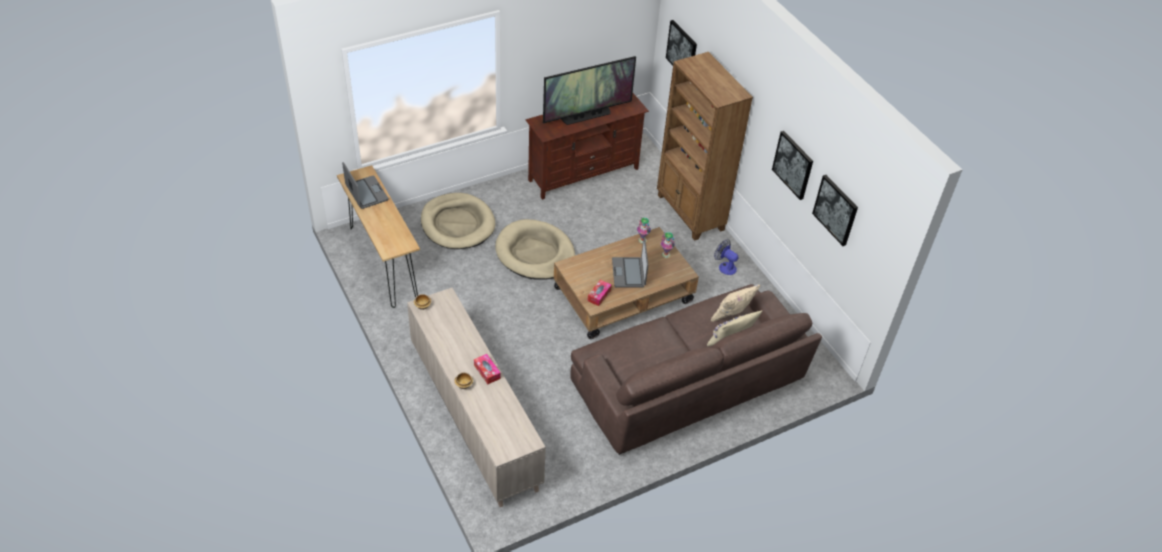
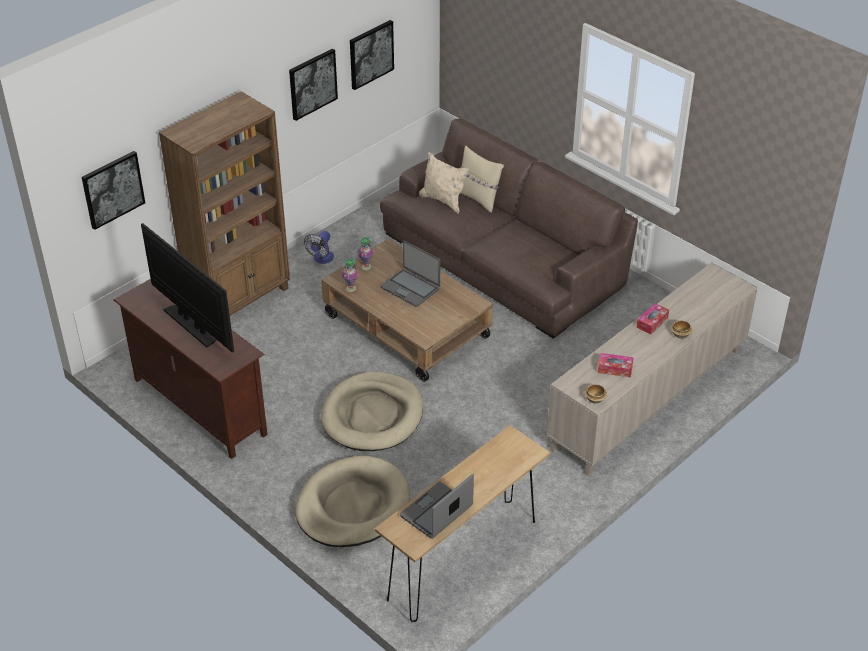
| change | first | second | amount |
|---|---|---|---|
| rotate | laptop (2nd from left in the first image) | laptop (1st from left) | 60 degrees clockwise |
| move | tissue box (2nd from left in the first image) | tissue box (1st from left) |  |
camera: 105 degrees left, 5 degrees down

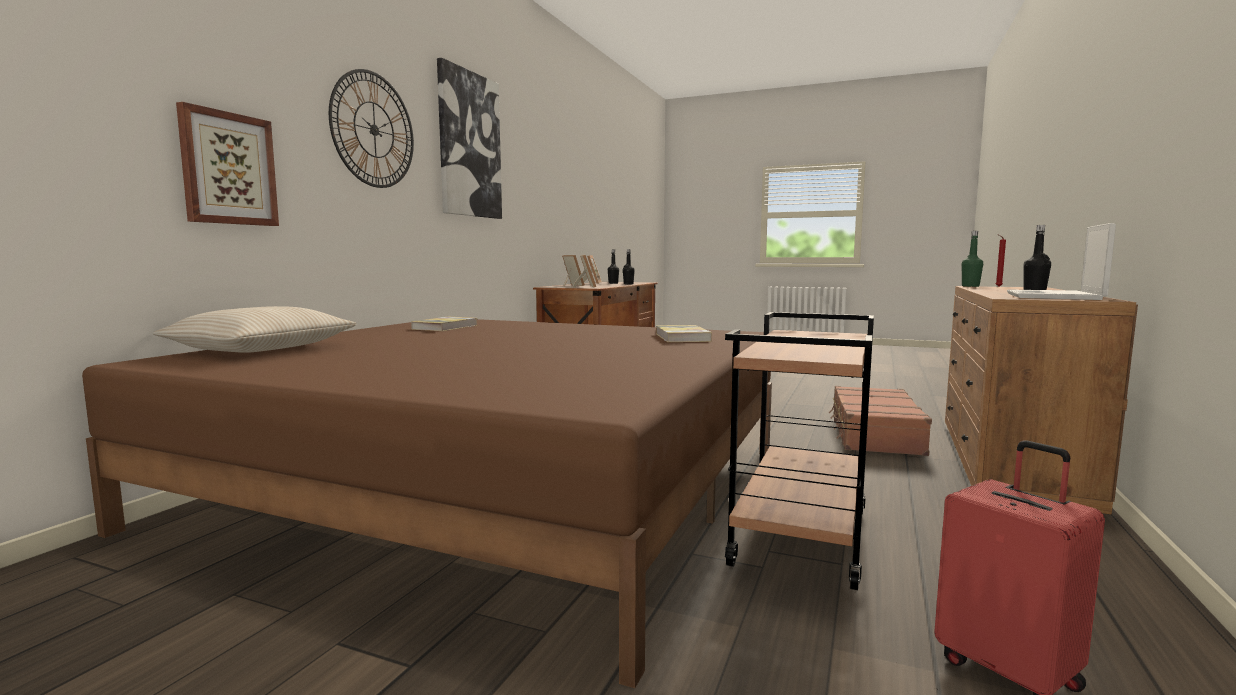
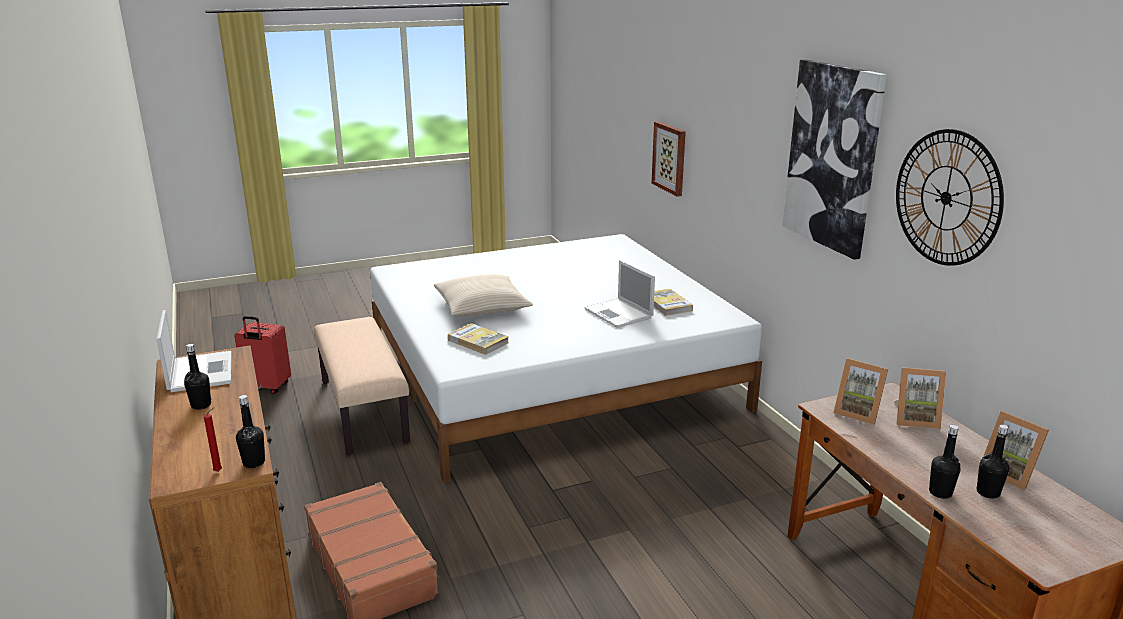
| change | first | second | amount |
|---|---|---|---|
| move | wall clock |  |  |
| recolor | green bottle | black bottle (2nd from left) |  |
| move | beige pillow |  |  |
| replace | brown cart | beige bench |  |
| recolor | brown bed | white bed |  |
| insert |  | laptop (2nd from left) |  |
camera: 135 degrees right, 15 degrees up

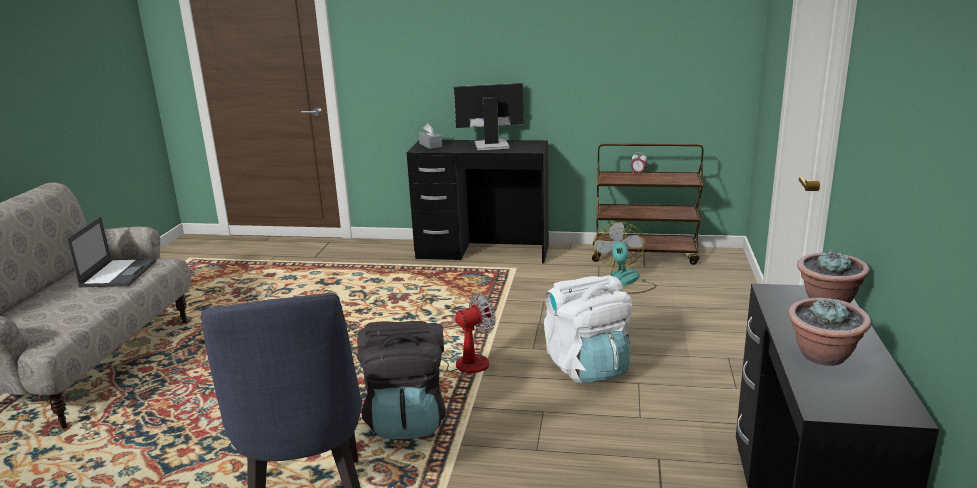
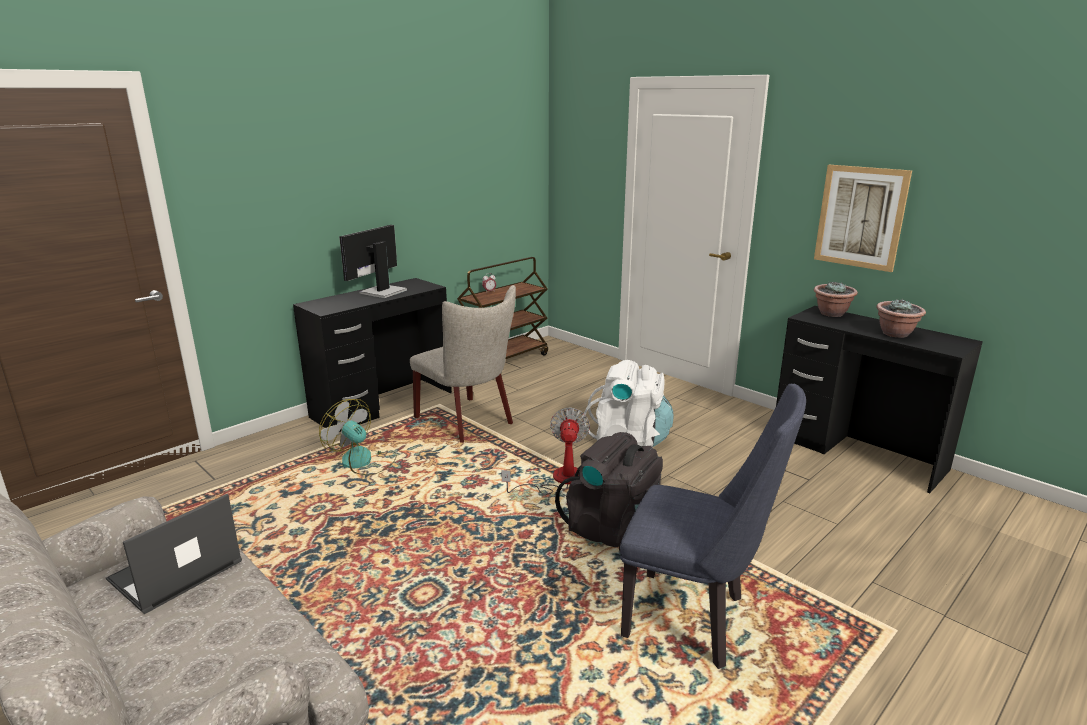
| change | first | second | amount |
|---|---|---|---|
| delete | grey tissue box |  |  |
| rotate | laptop |  | 90 degrees counterclockwise |
| move | fan (2nd from left in the first image) | fan (1st from left) |  |
| insert |  | picture |  |
| insert |  | beige chair |  |
camera: 55 degrees left, 0 degrees up

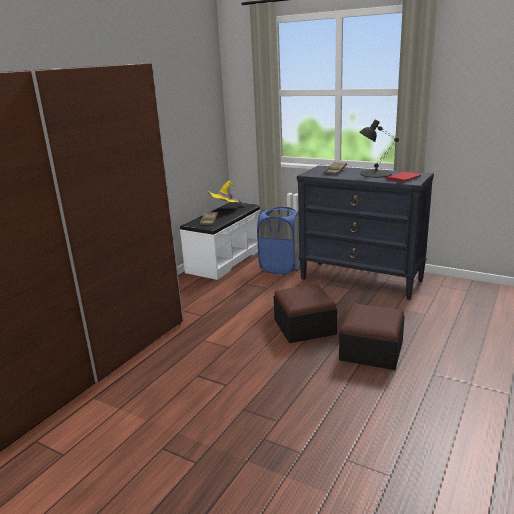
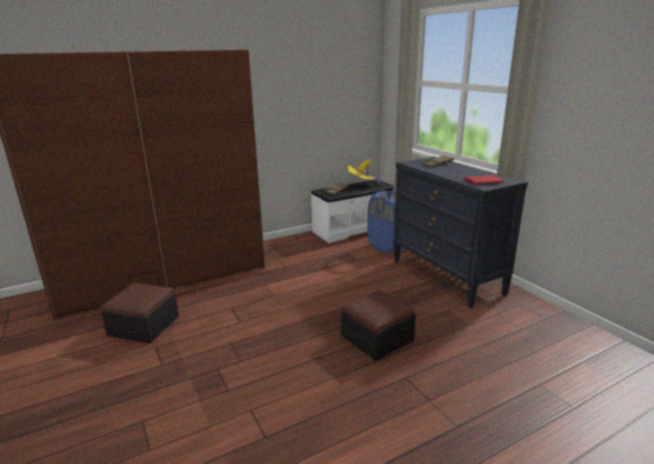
| change | first | second | amount |
|---|---|---|---|
| delete | black table lamp |  |  |
| move | ottoman (1st from left) |  |  |
camera: 30 degrees right, 0 degrees up

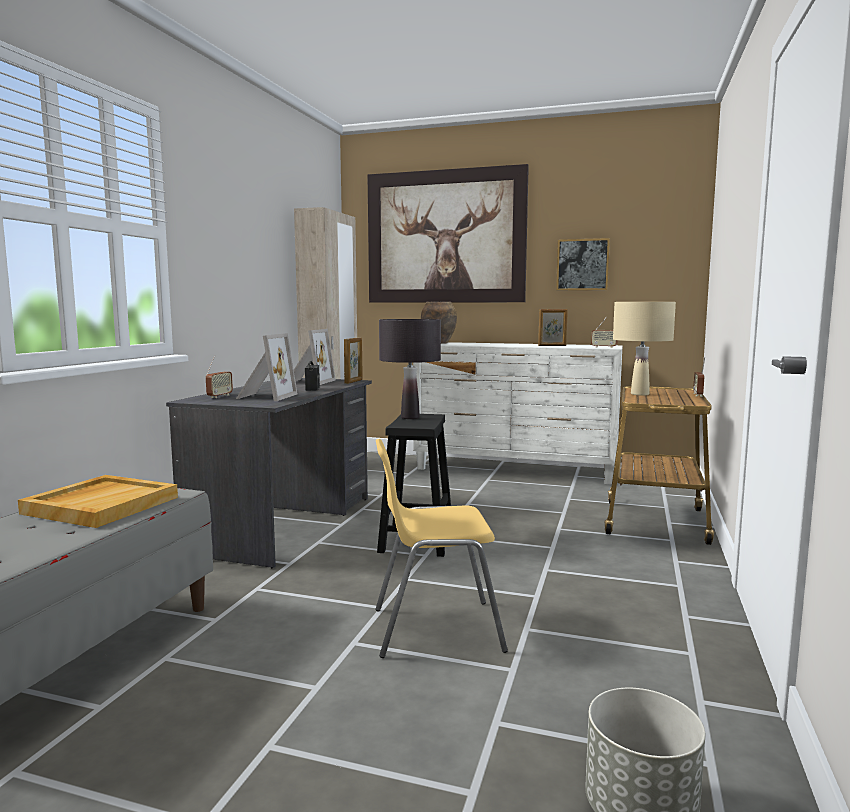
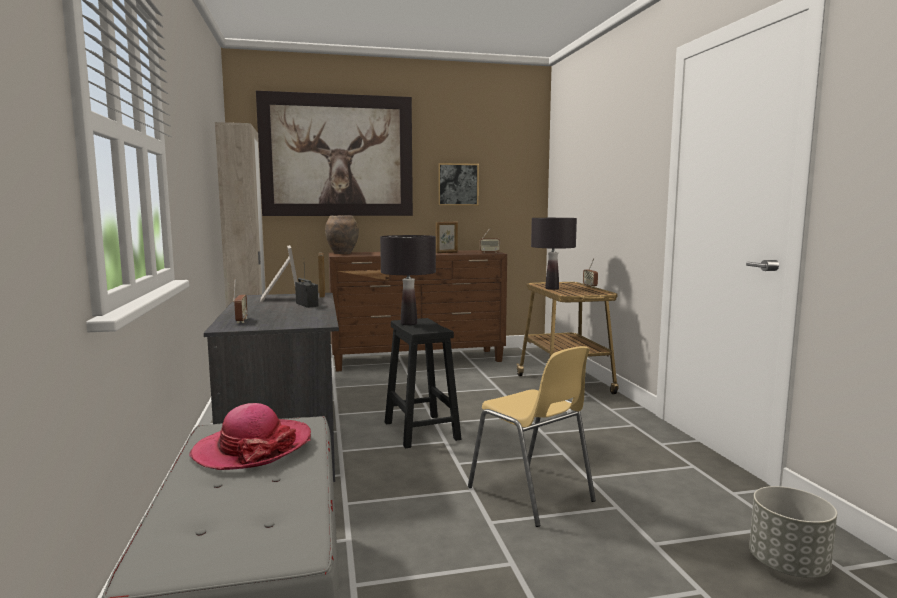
| change | first | second | amount |
|---|---|---|---|
| recolor | beige table lamp | black table lamp (2nd from left) |  |
| delete | picture frame (1st from left) |  |  |
| recolor | white dresser | brown dresser |  |
| rotate | yellow chair |  | 90 degrees counterclockwise |
| replace | beige tray | hat |  |
camera: 30 degrees left, 0 degrees up

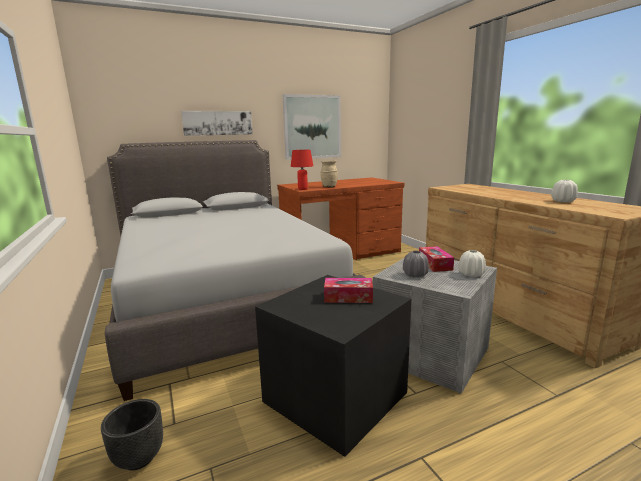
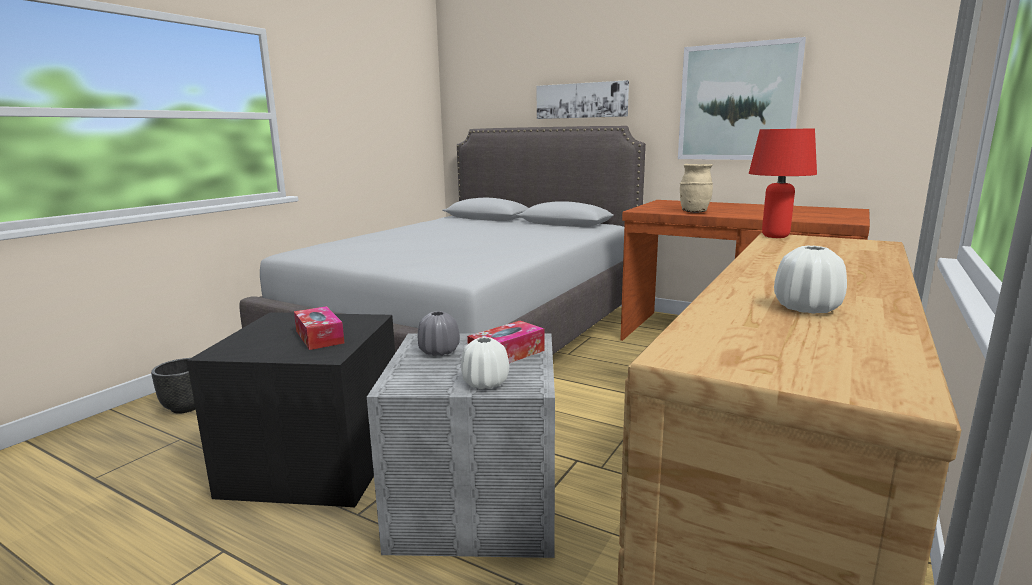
| change | first | second | amount |
|---|---|---|---|
| move | red table lamp |  |  |
camera: 55 degrees right, 0 degrees up

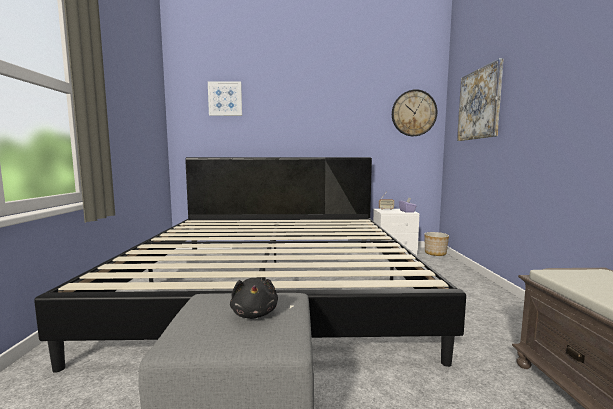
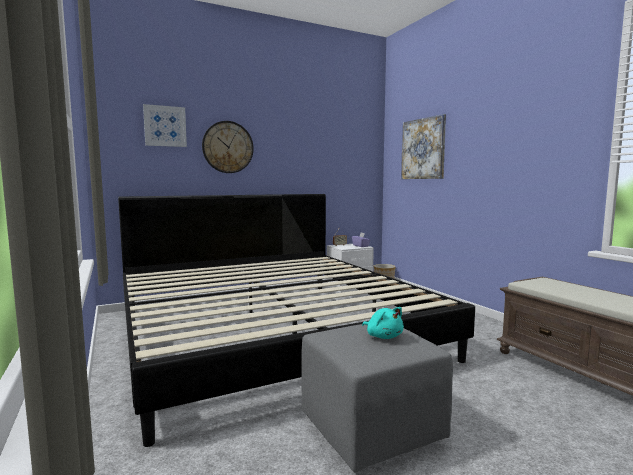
| change | first | second | amount |
|---|---|---|---|
| move | wall clock |  |  |
| recolor | black plush toy | turquoise plush toy |  |
camera: 25 degrees left, 0 degrees up

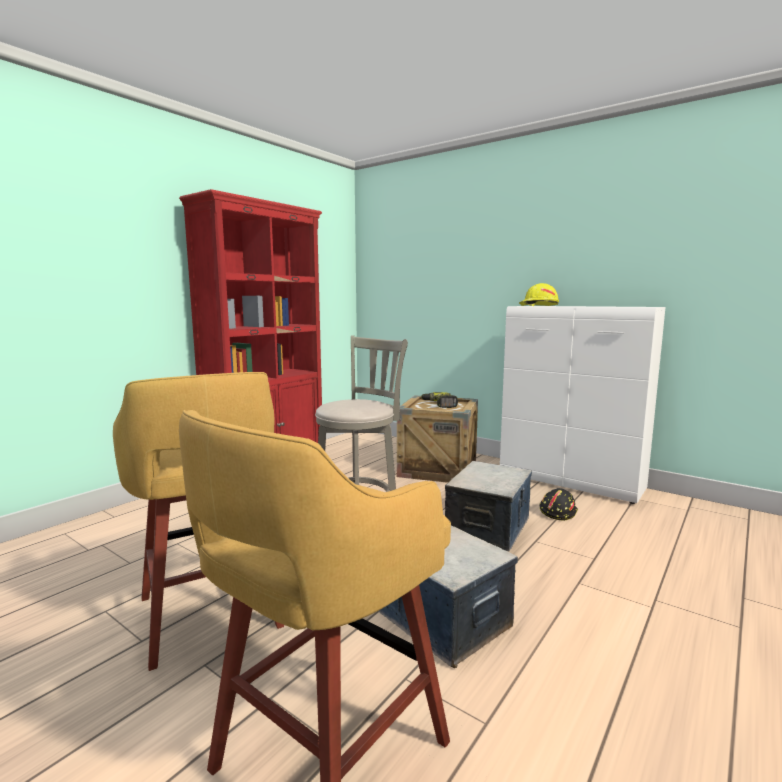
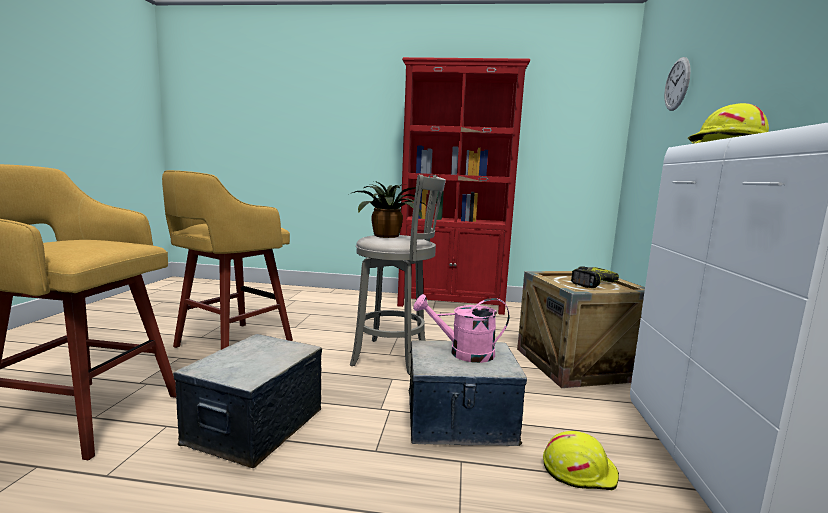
| change | first | second | amount |
|---|---|---|---|
| recolor | black hard hat | yellow hard hat (1st from left) |  |
| insert |  | wall clock |  |
| insert |  | potted plant |  |
| insert |  | pink watering can |  |
camera: 60 degrees right, 0 degrees up

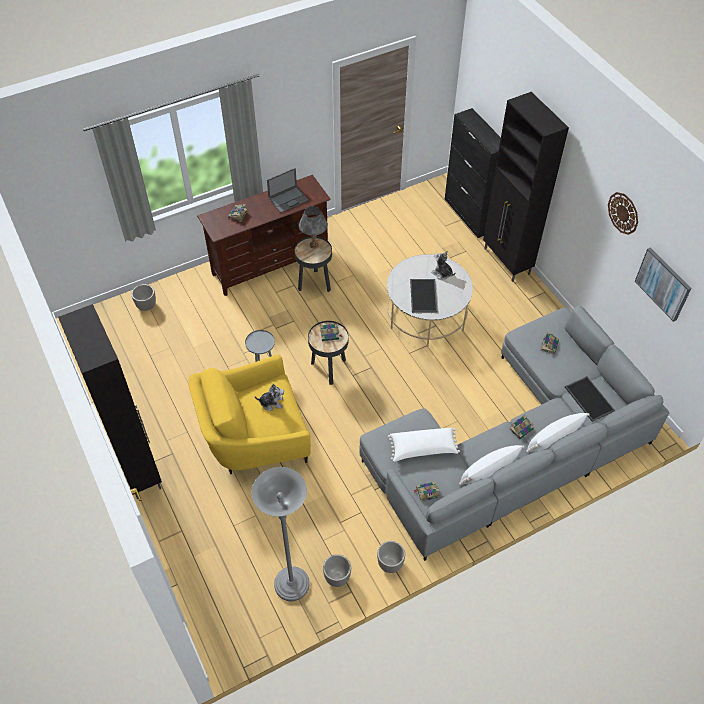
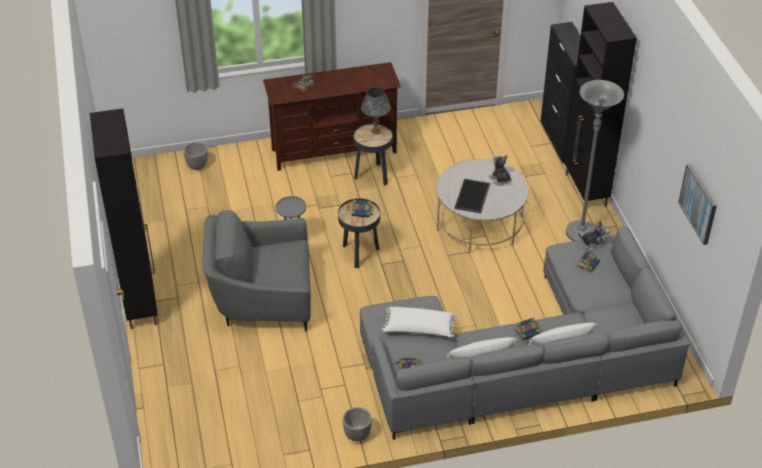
| change | first | second | amount |
|---|---|---|---|
| delete | laptop |  |  |
| delete | wall clock |  |  |
| recolor | yellow armchair | grey armchair |  |
| delete | tray (2nd from left) |  |  |
| move | plush toy (1st from left in the first image) | plush toy (2nd from left) |  |
| move | grey floor lamp |  |  |
| delete | planter (2nd from left) |  |  |
camera: 15 degrees right, 10 degrees down

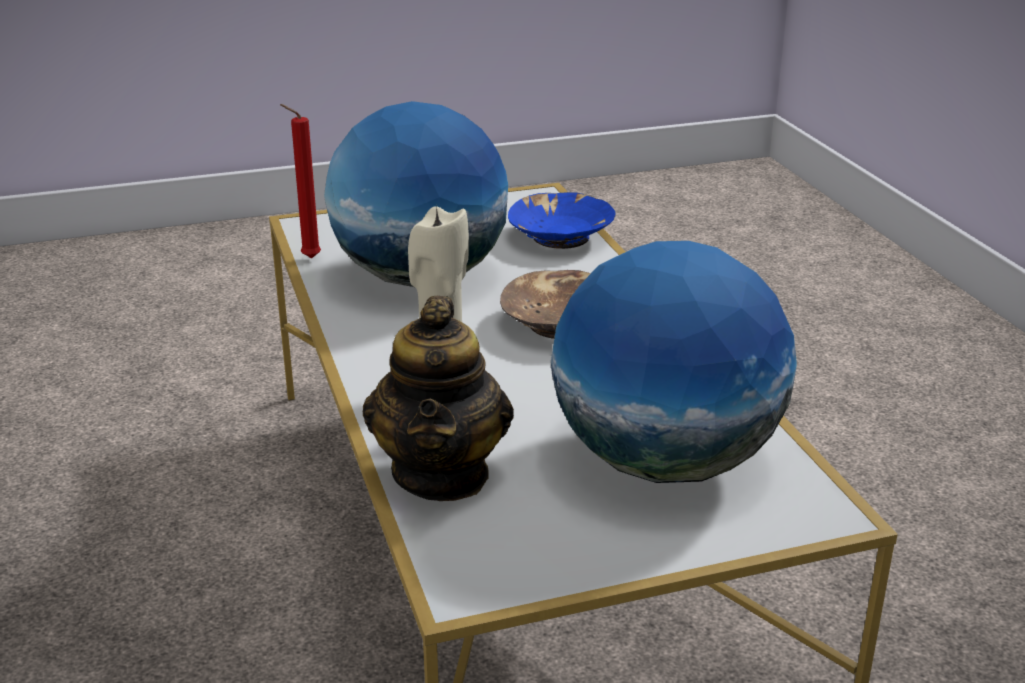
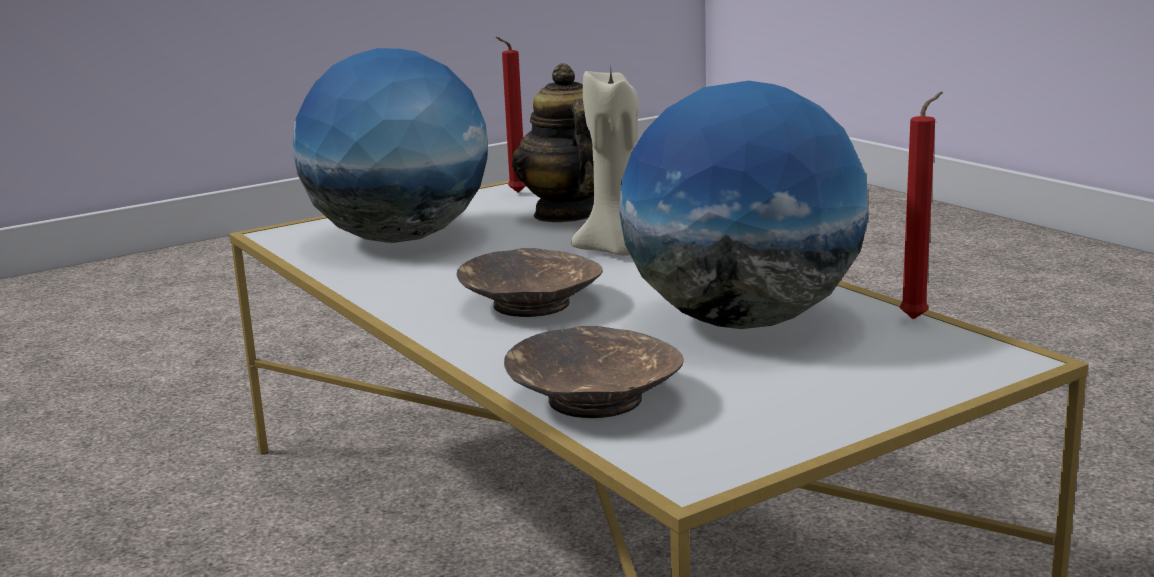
| change | first | second | amount |
|---|---|---|---|
| recolor | blue bowl | brown bowl (2nd from left) |  |
| insert |  | red candle (1st from left) |  |
camera: 165 degrees right, 10 degrees down

